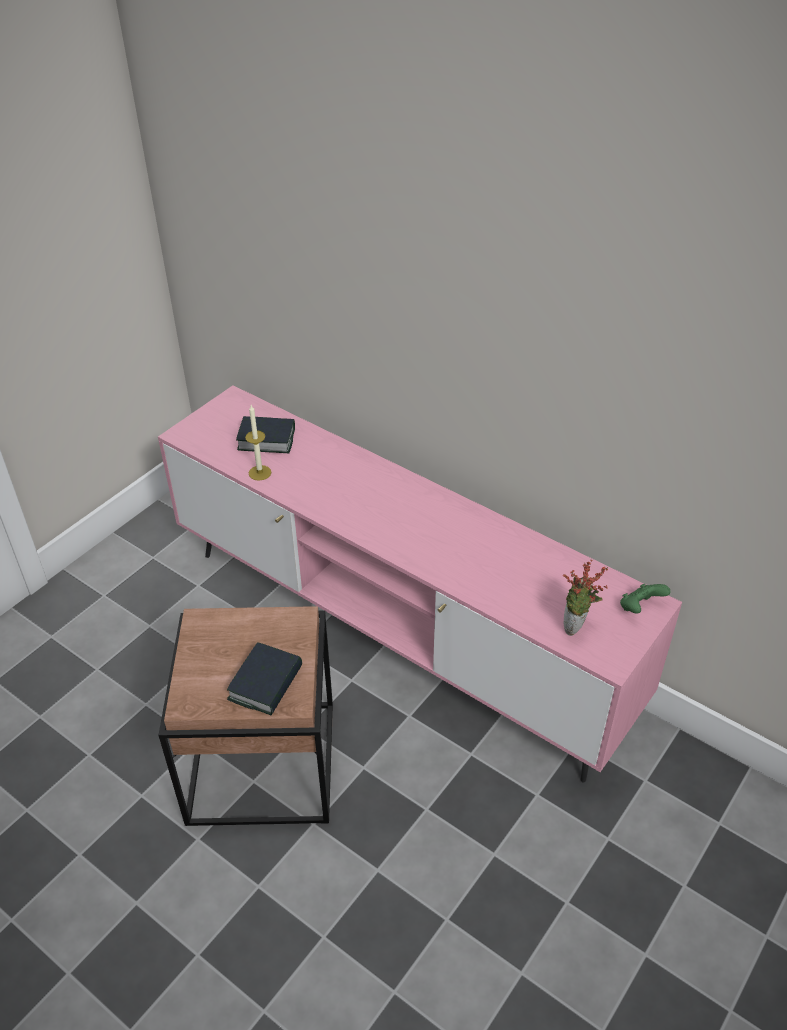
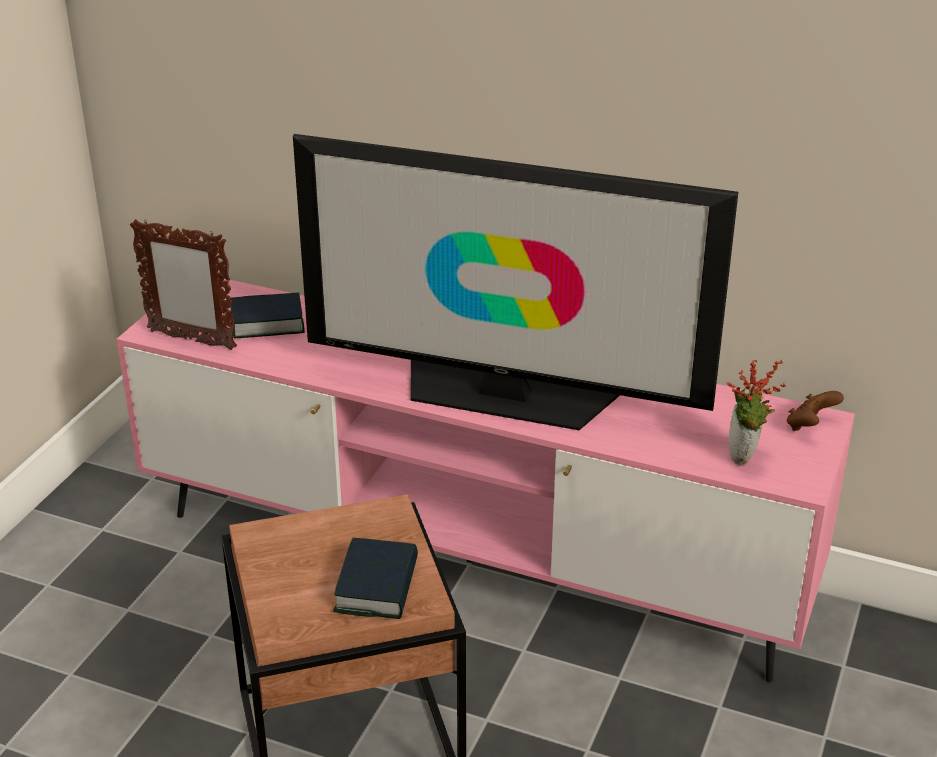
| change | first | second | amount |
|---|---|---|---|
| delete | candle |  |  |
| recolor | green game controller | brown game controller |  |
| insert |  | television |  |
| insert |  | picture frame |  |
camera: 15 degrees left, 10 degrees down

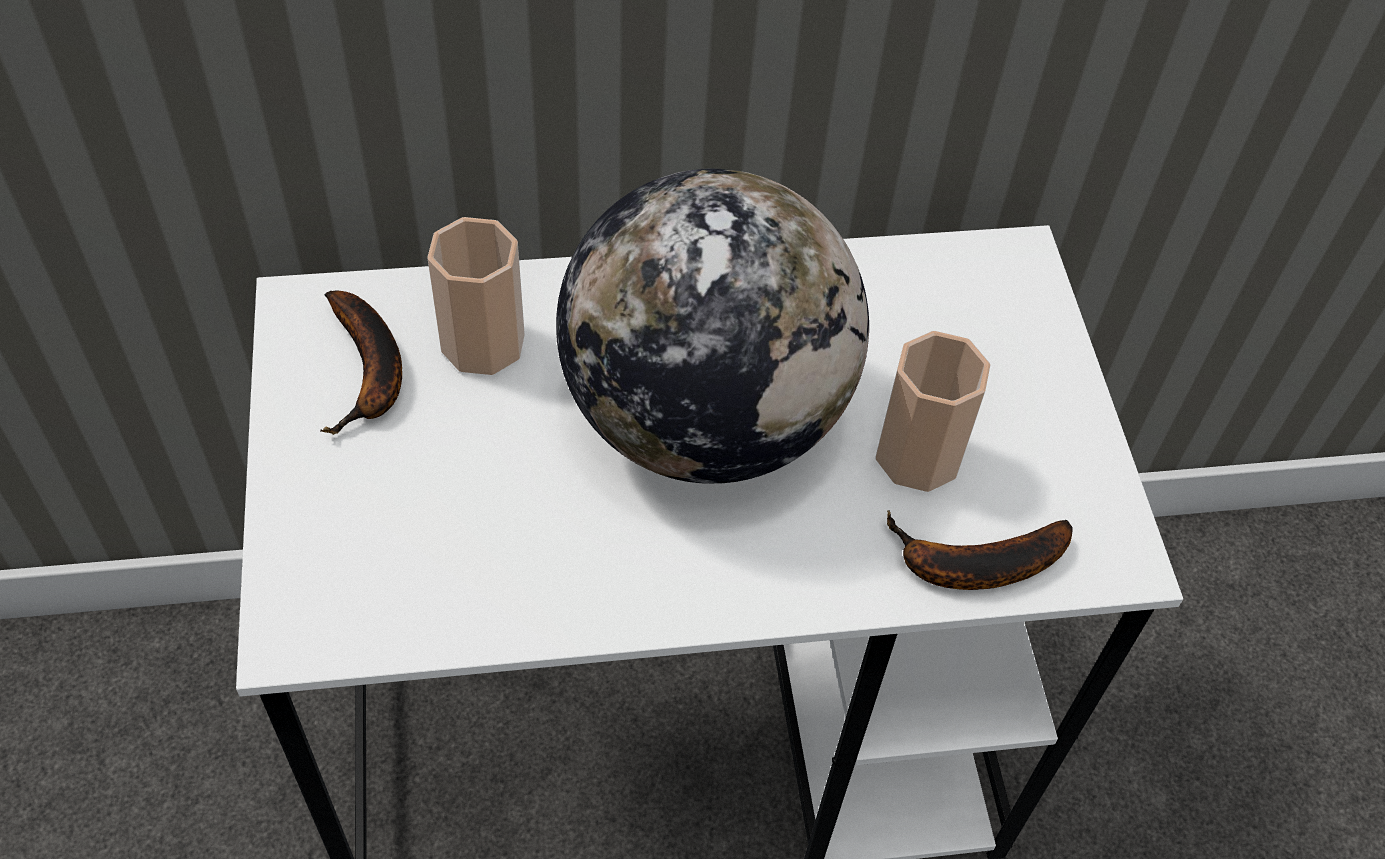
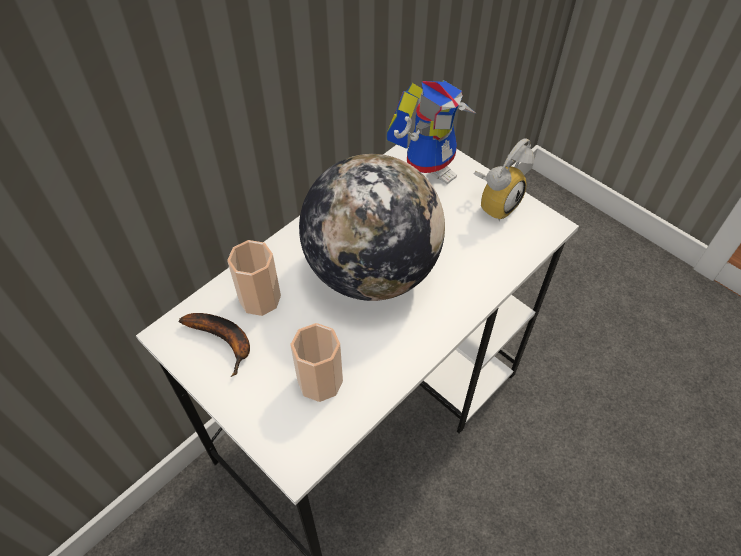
| change | first | second | amount |
|---|---|---|---|
| move | cup (2nd from left) |  |  |
| delete | banana (2nd from left) |  |  |
| insert |  | toy robot |  |
| insert |  | alarm clock |  |
camera: 35 degrees left, 0 degrees up

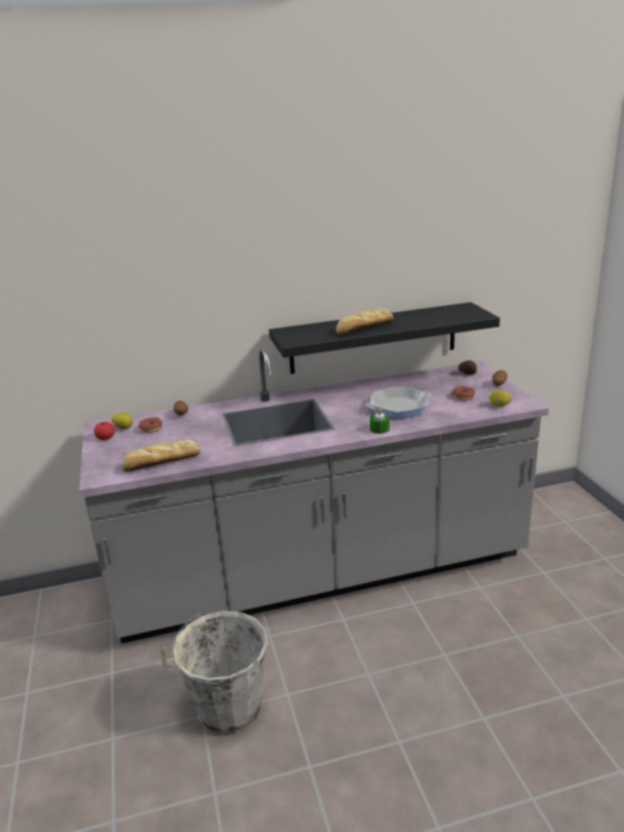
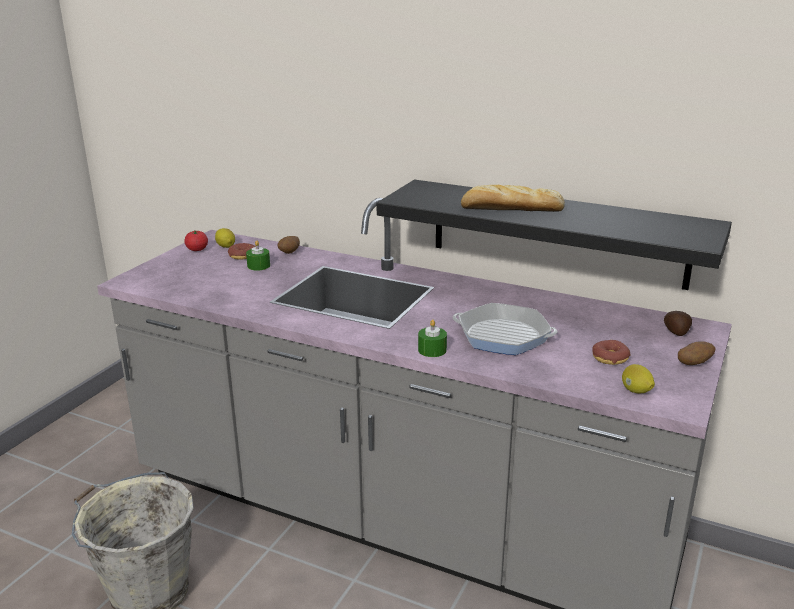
| change | first | second | amount |
|---|---|---|---|
| delete | bread (1st from left) |  |  |
| insert |  | green candle (1st from left) |  |
camera: 40 degrees right, 0 degrees up

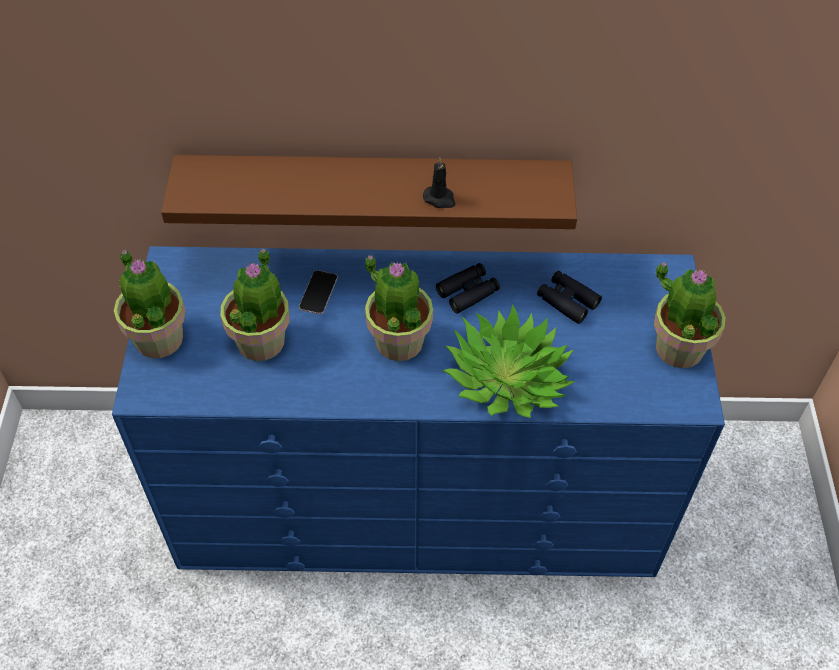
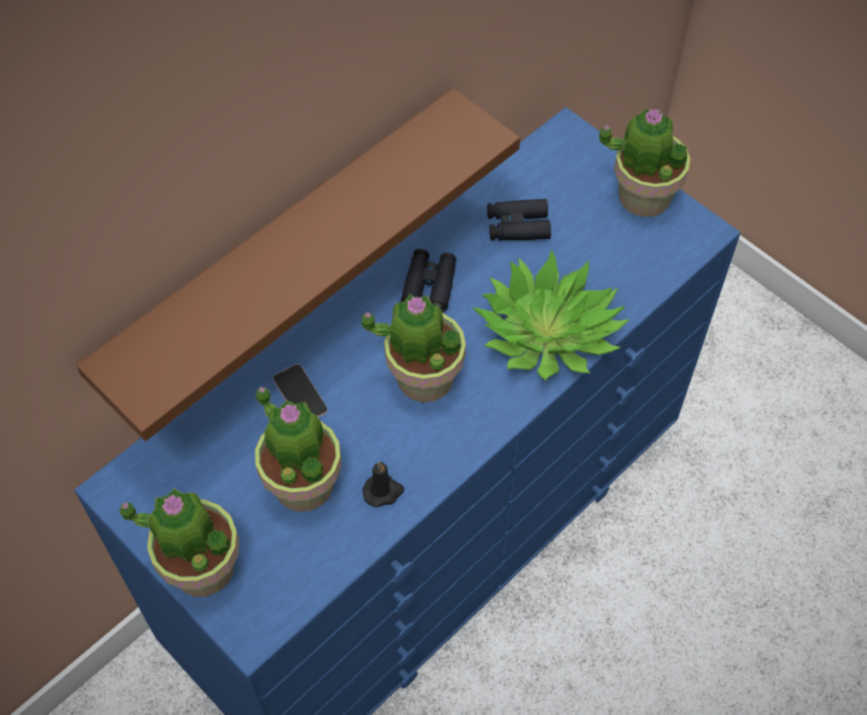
| change | first | second | amount |
|---|---|---|---|
| move | black candle |  |  |
camera: 45 degrees left, 5 degrees up

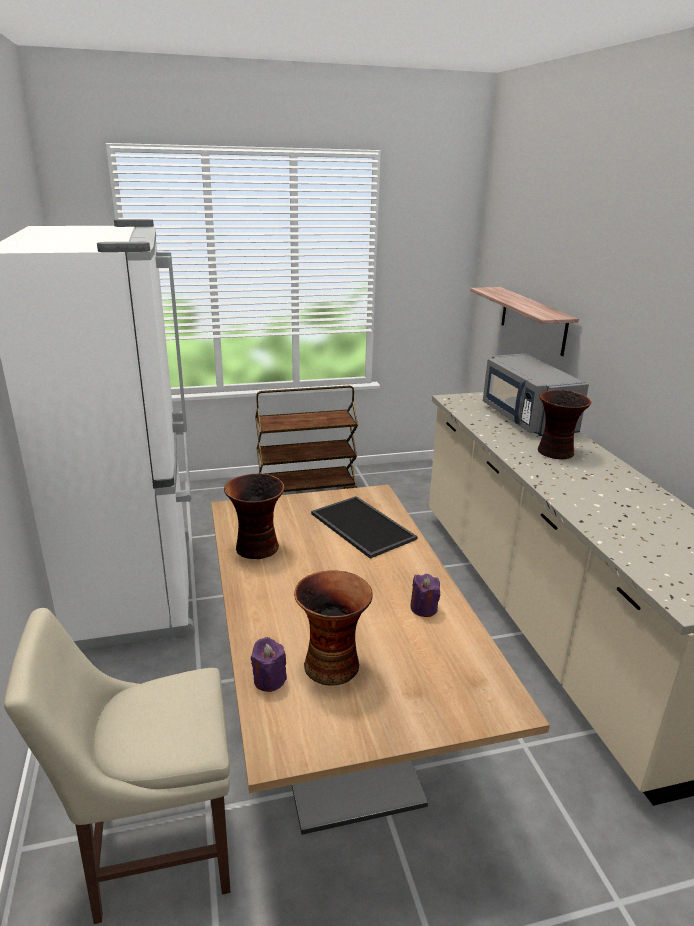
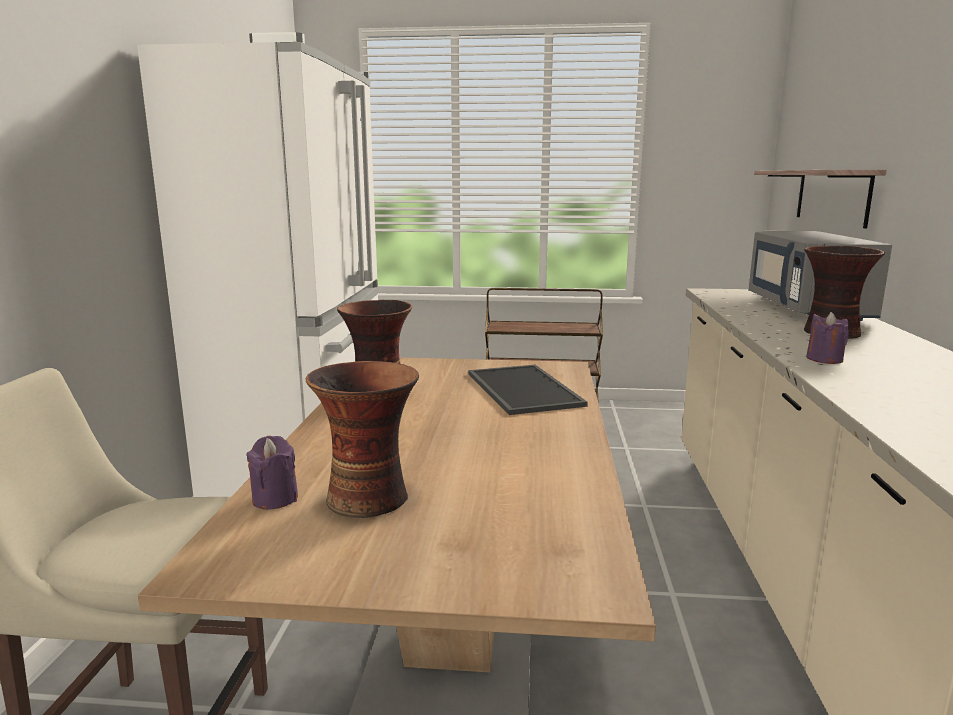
| change | first | second | amount |
|---|---|---|---|
| move | purple candle (2nd from left) |  |  |
camera: 20 degrees right, 10 degrees down

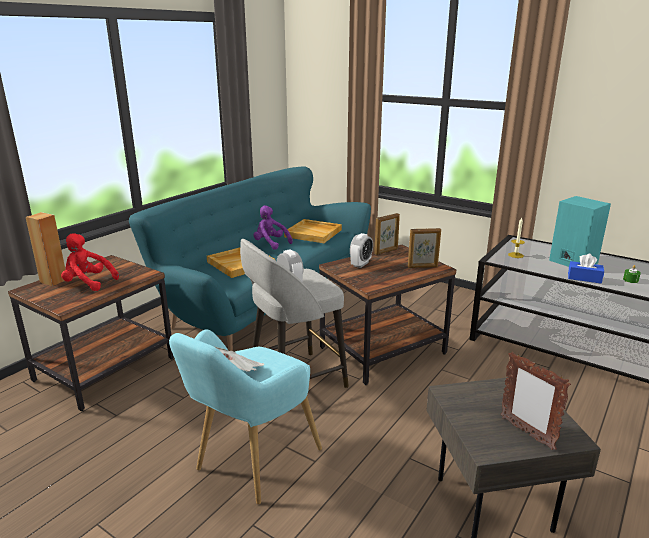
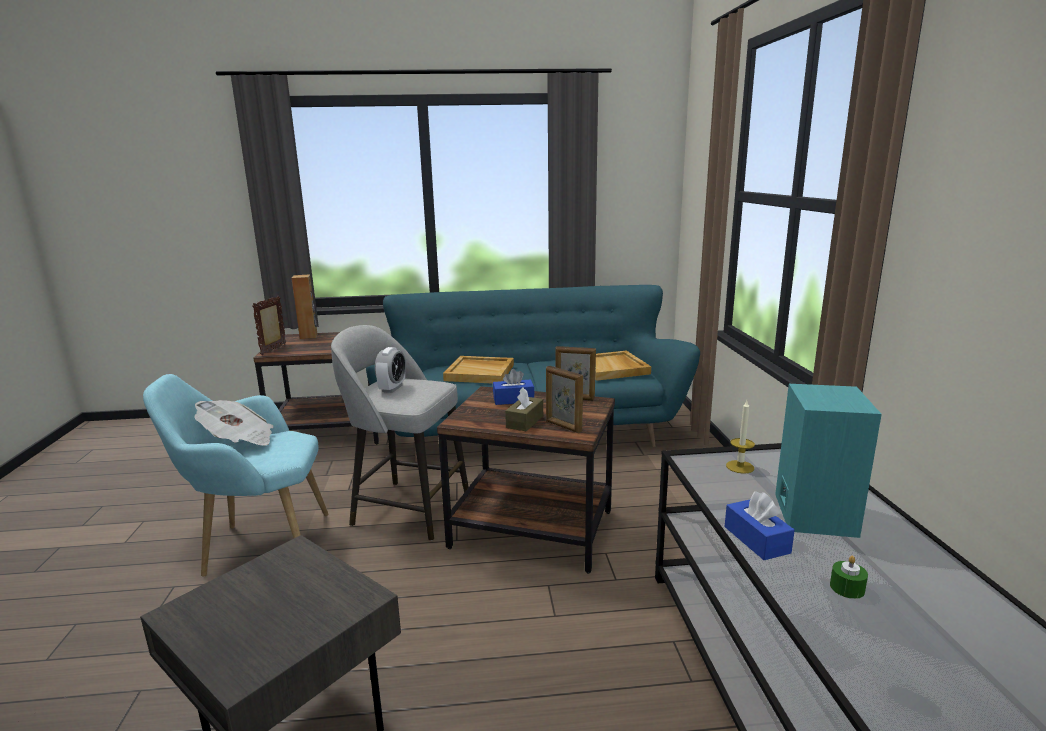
| change | first | second | amount |
|---|---|---|---|
| delete | purple plush toy |  |  |
| delete | red plush toy |  |  |
| replace | alarm clock (2nd from left) | blue tissue box (1st from left) |  |
| move | picture frame (3rd from left in the first image) | picture frame (1st from left) |  |
| insert |  | brown tissue box |  |
camera: 50 degrees right, 5 degrees down

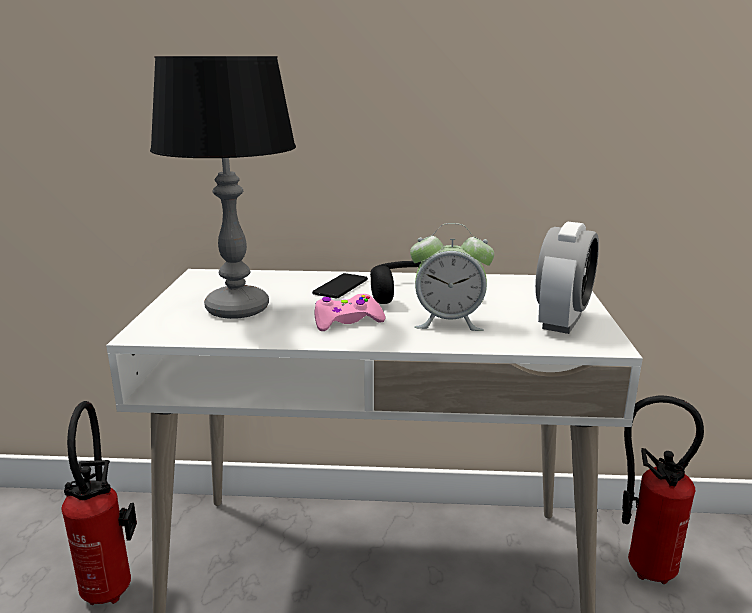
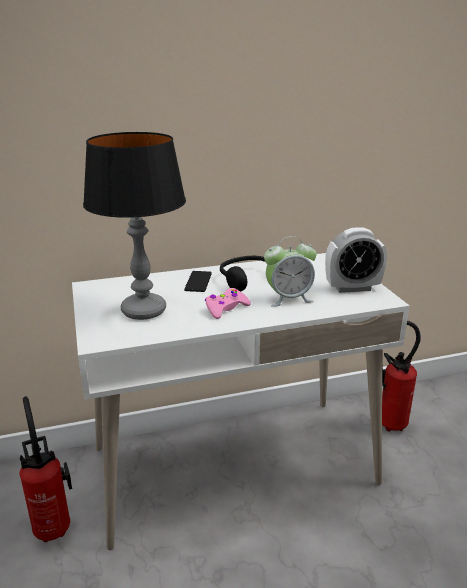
| change | first | second | amount |
|---|---|---|---|
| rotate | alarm clock (2nd from left) |  | 75 degrees clockwise |
camera: 20 degrees left, 5 degrees up

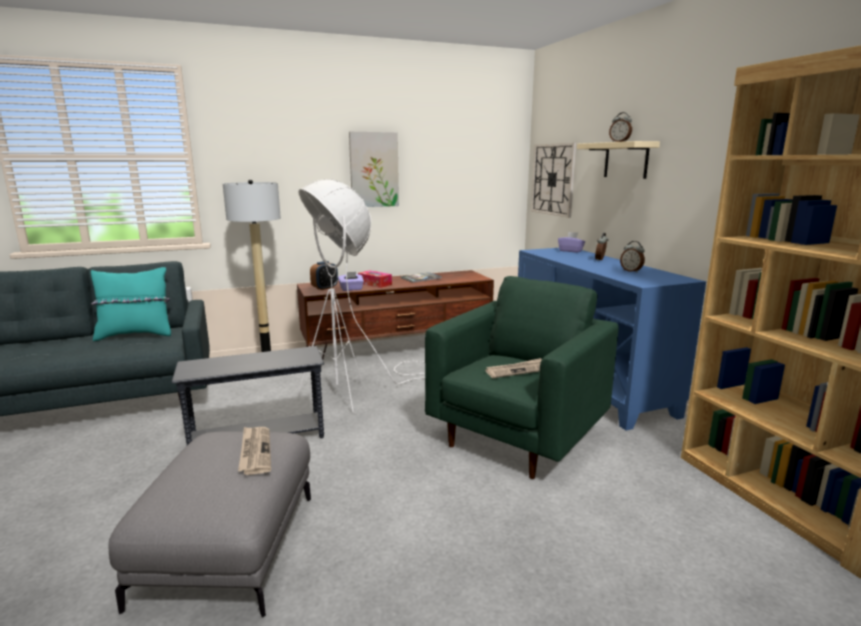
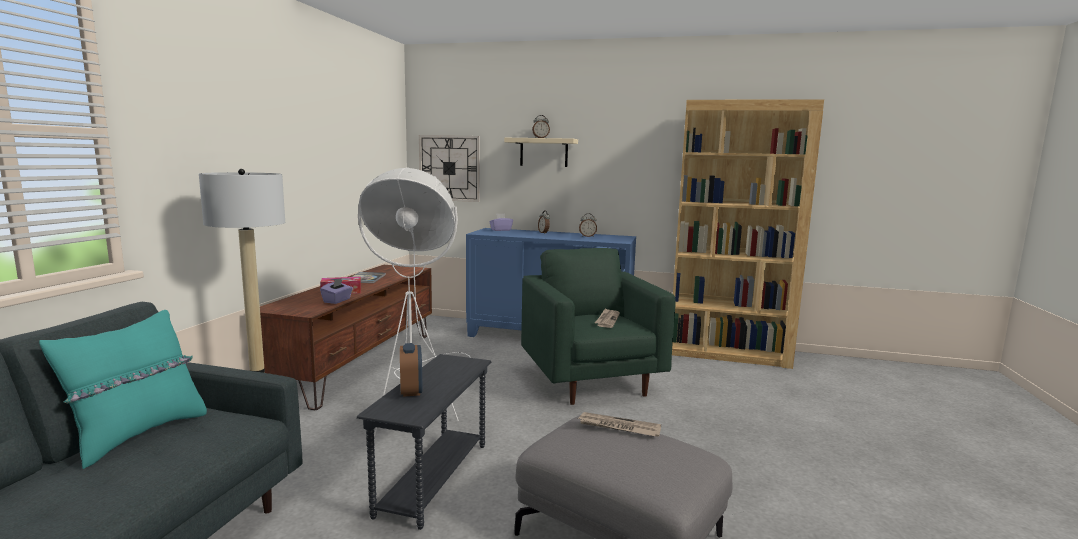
| change | first | second | amount |
|---|---|---|---|
| delete | picture |  |  |
| move | alarm clock (1st from left) |  |  |
camera: 55 degrees left, 5 degrees down

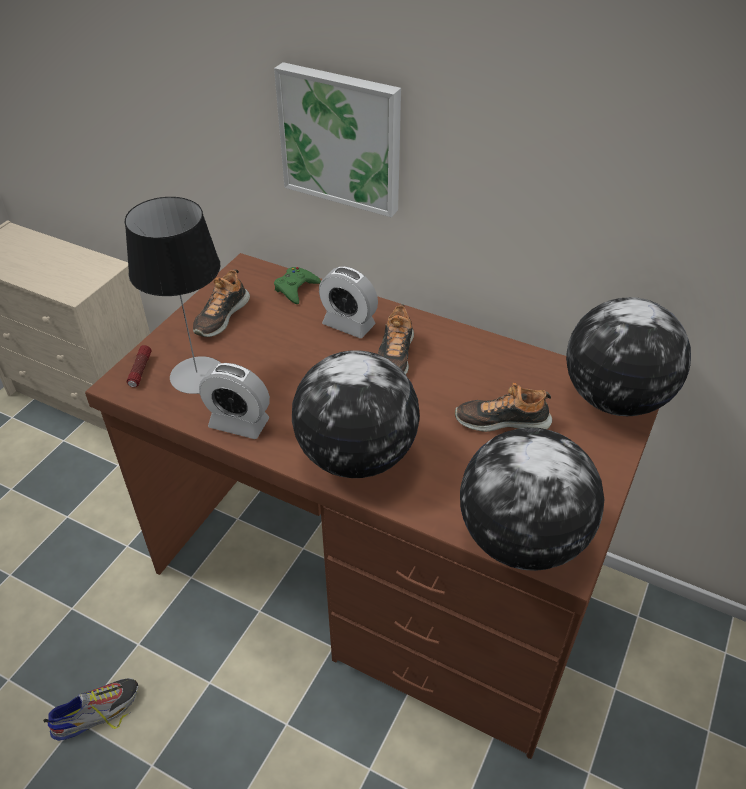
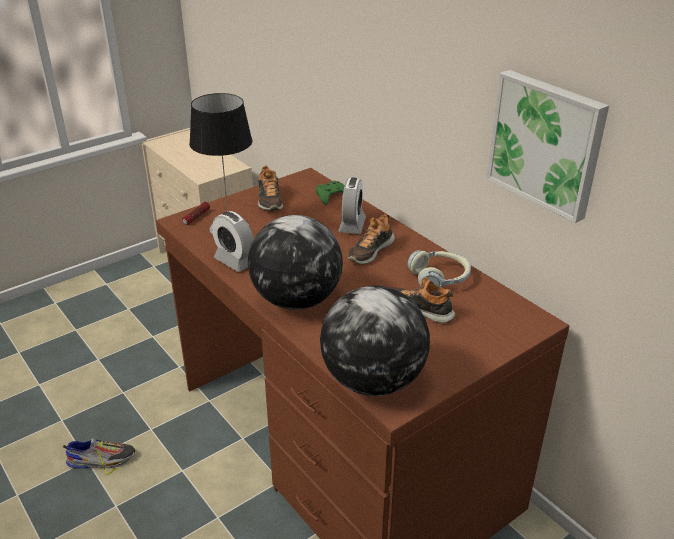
| change | first | second | amount |
|---|---|---|---|
| move | picture |  |  |
| rotate | alarm clock (2nd from left) |  | 135 degrees counterclockwise |
| rotate | shoe (2nd from left) |  | 60 degrees counterclockwise |
| delete | globe (3rd from left) |  |  |
| insert |  | headphones |  |
camera: 25 degrees right, 10 degrees down

